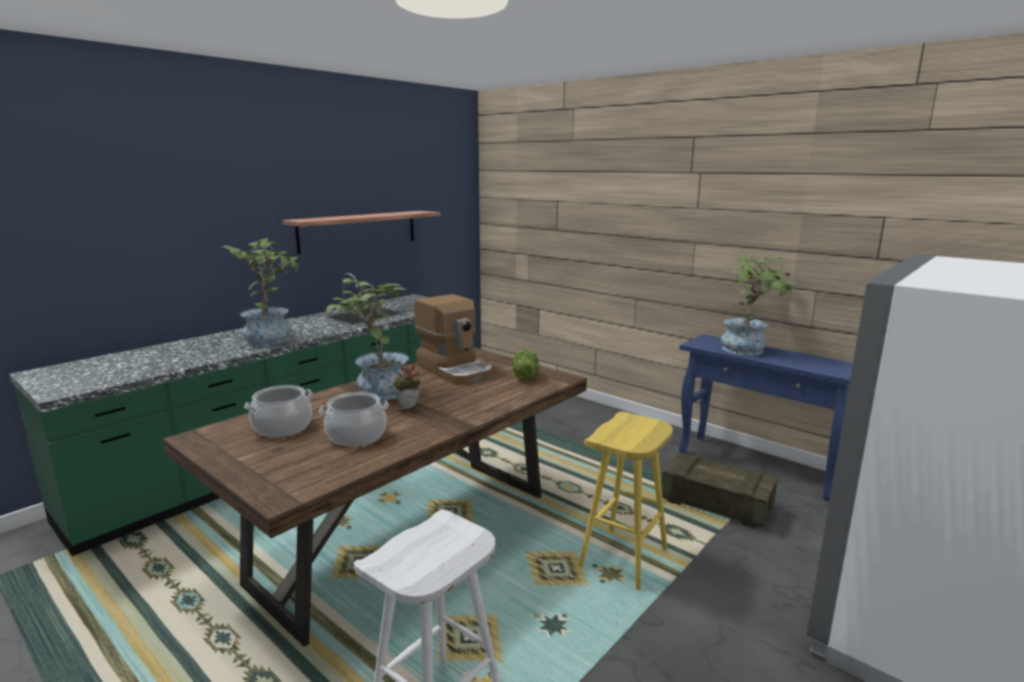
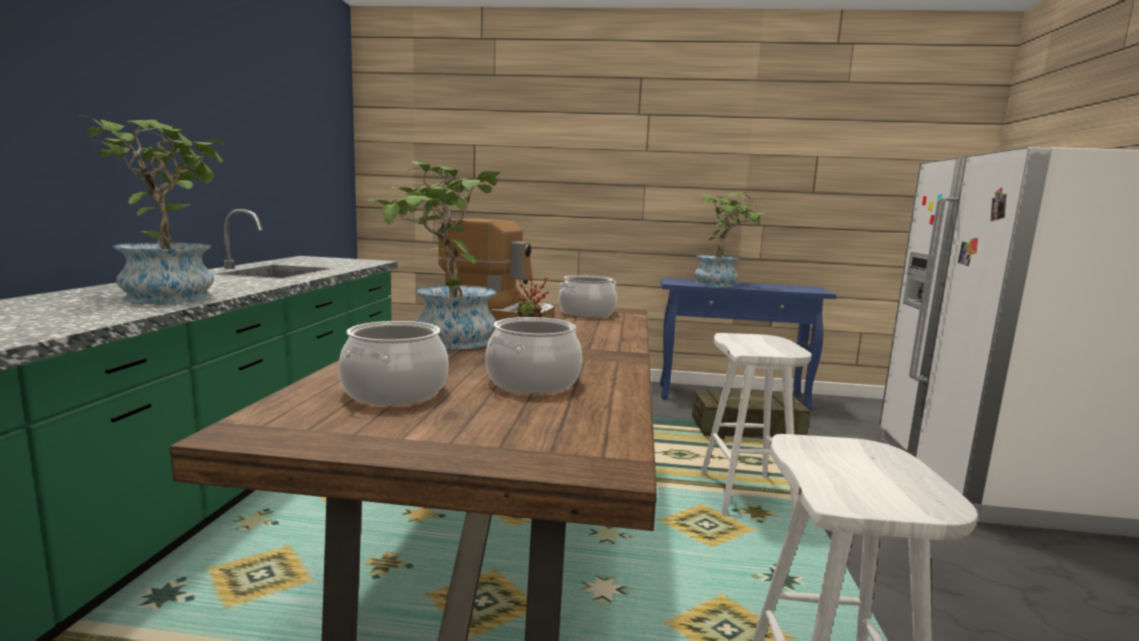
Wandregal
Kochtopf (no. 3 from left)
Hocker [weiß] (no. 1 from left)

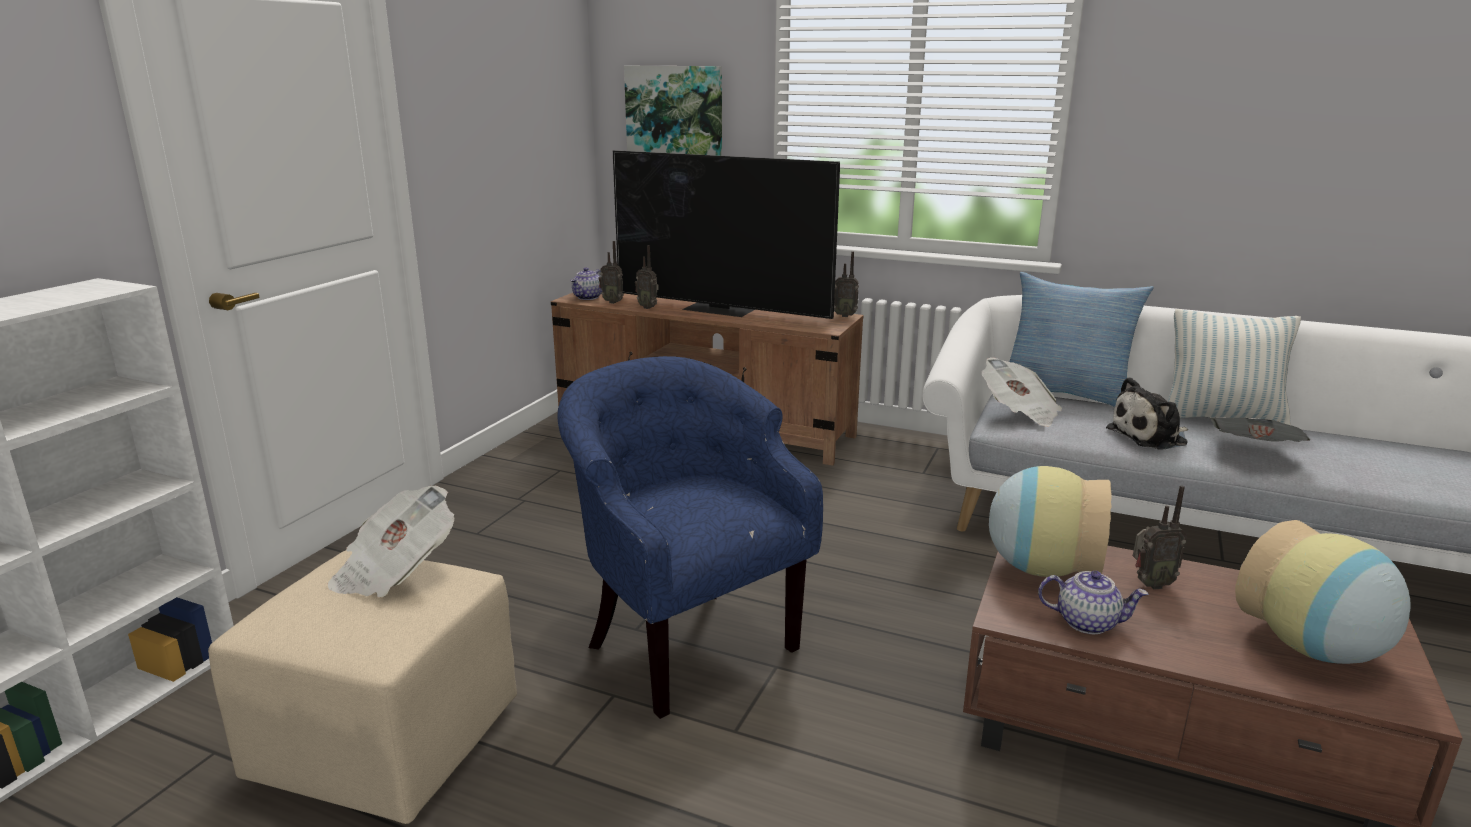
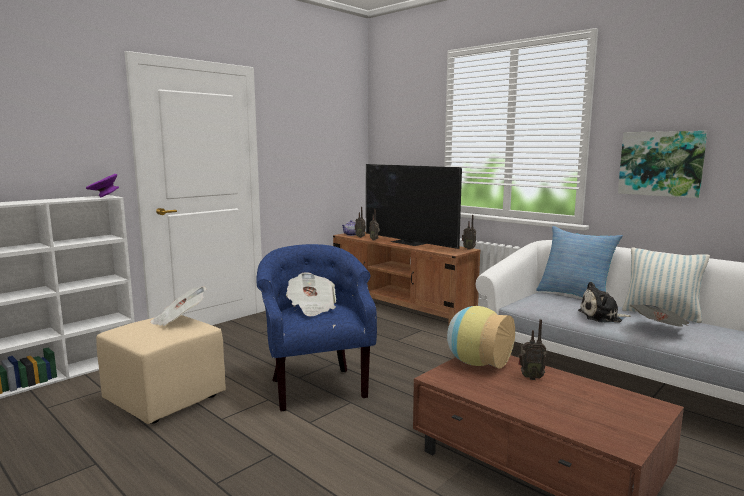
Bild
Zeitung (no. 2 from left)
Teekanne (no. 2 from left in the first image)
Vase (no. 2 from left in the first image)
Schüssel [lila]

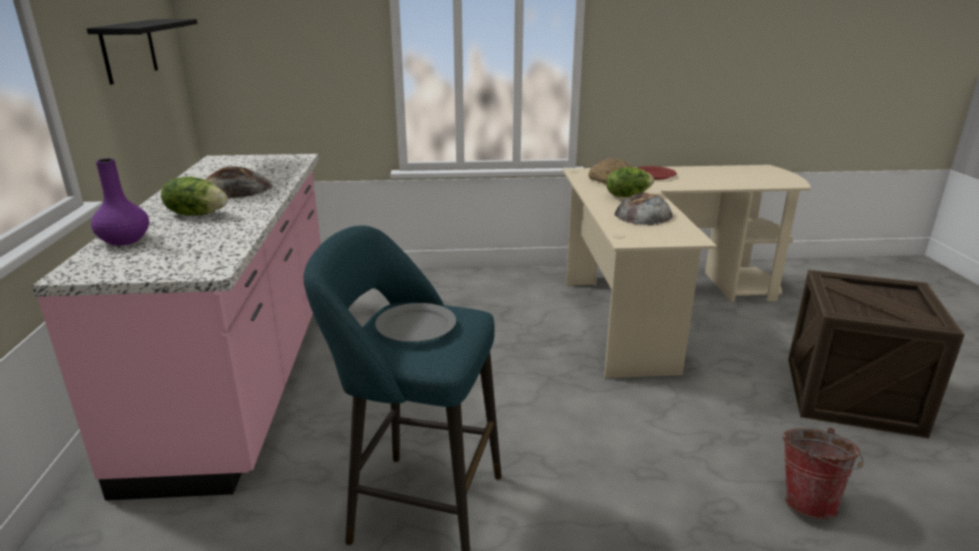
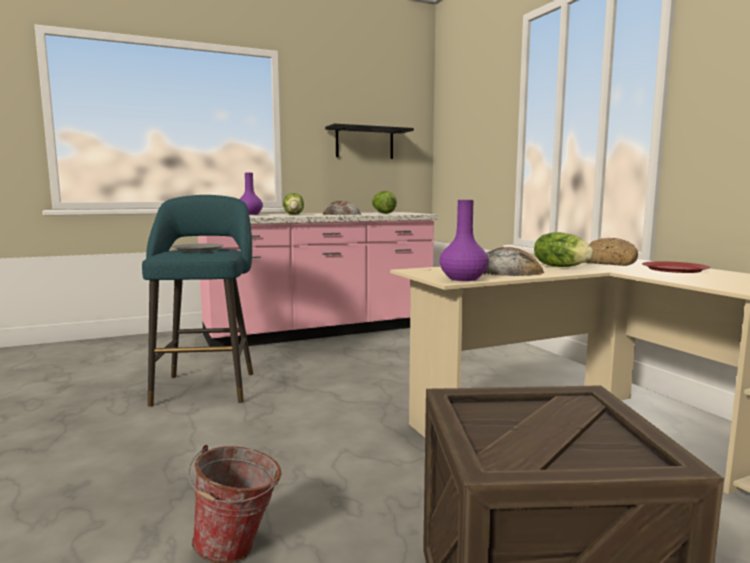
Salatkopf (no. 2 from left)
Vase [lila] (no. 2 from left)

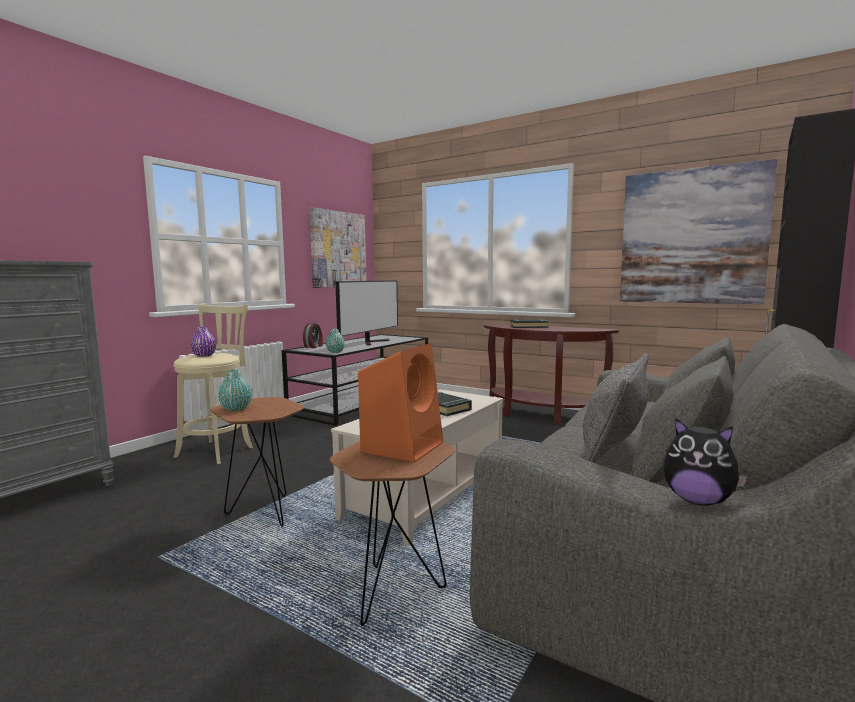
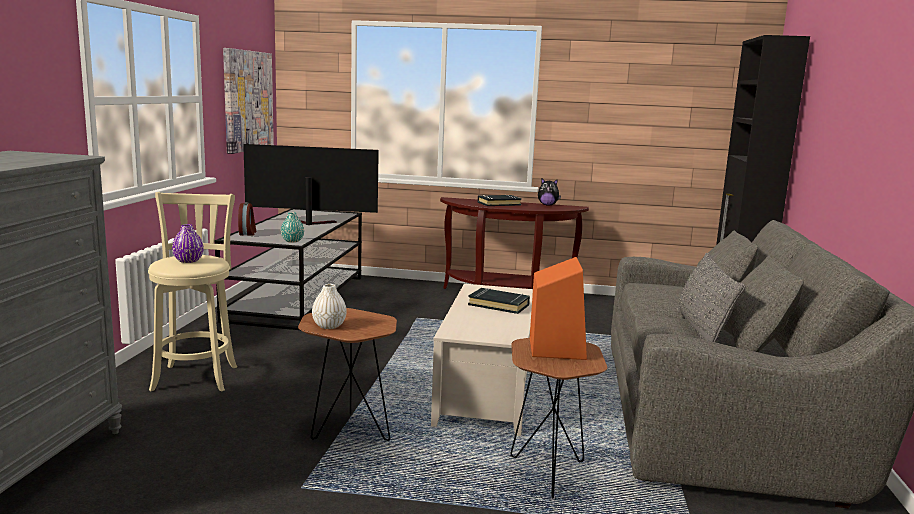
Vase [weiß]
Fernseher
Bild (no. 2 from left in the first image)
Plüschtier

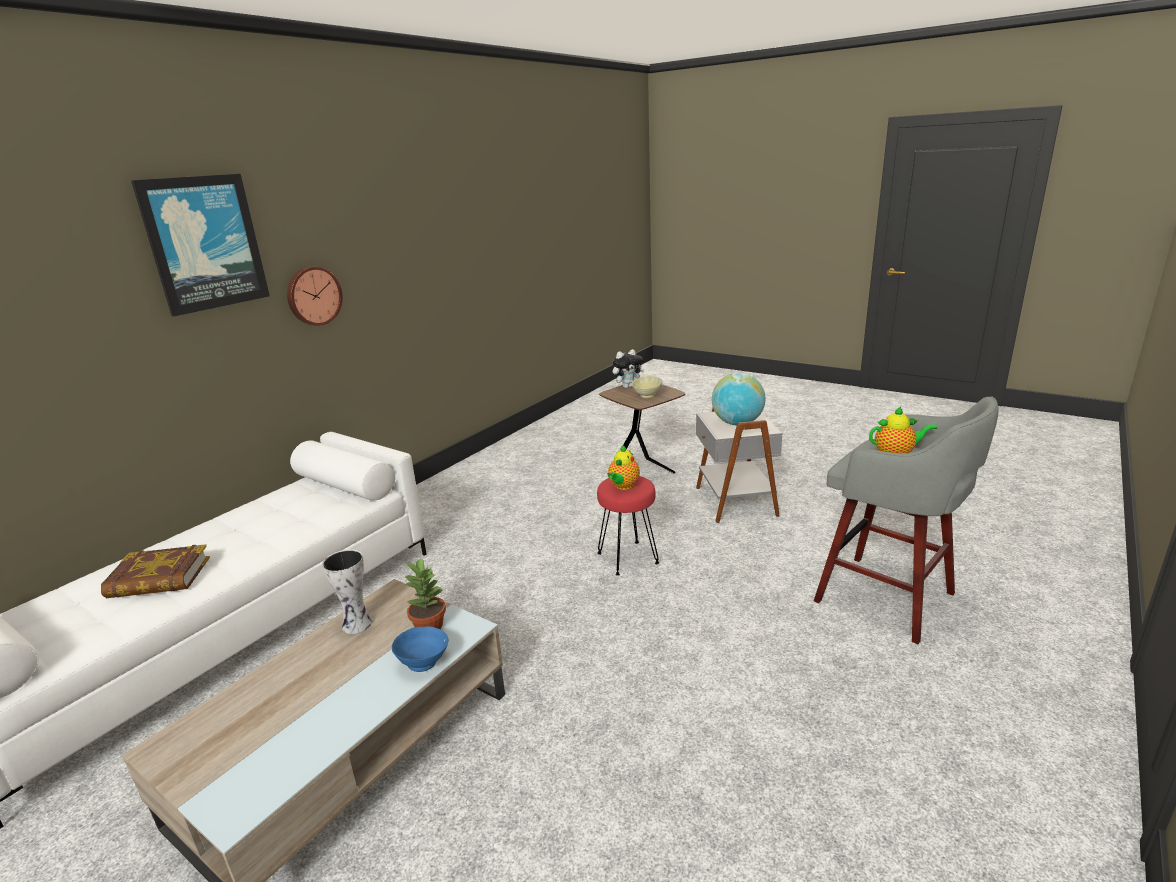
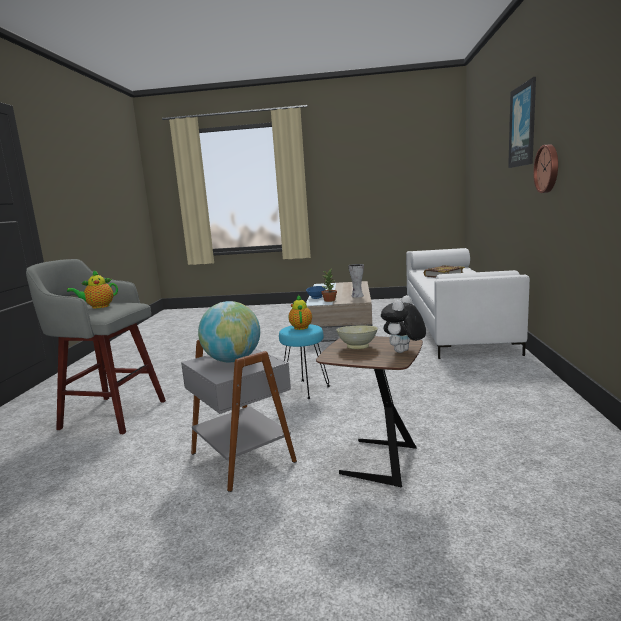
Hocker [türkis]

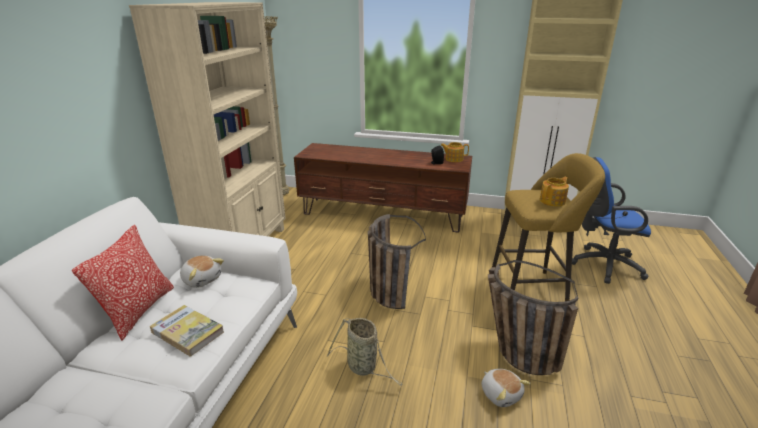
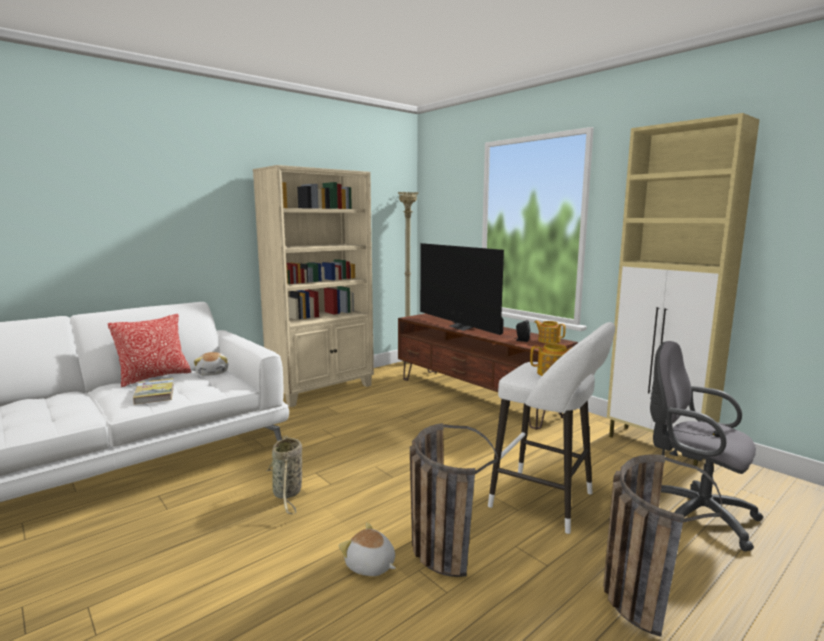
Korb (no. 3 from left)
Plüschtier (no. 2 from left)
Hocker [weiß]
Bürostuhl [grau]
Fernseher

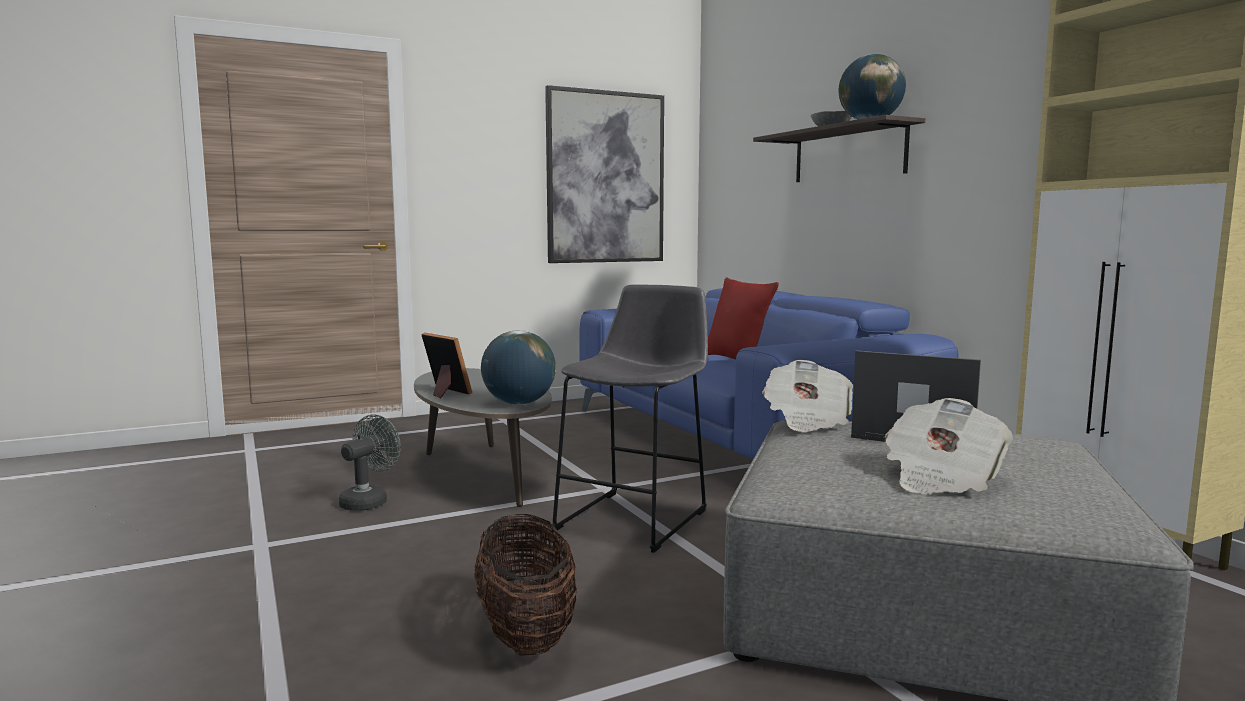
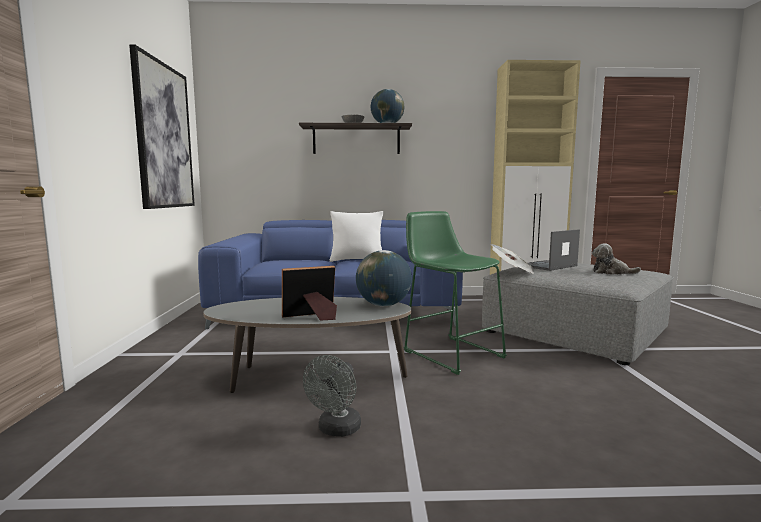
Ventilator [grau]
Korb
Hocker [grün]
Kissen [weiß]
Plüschtier

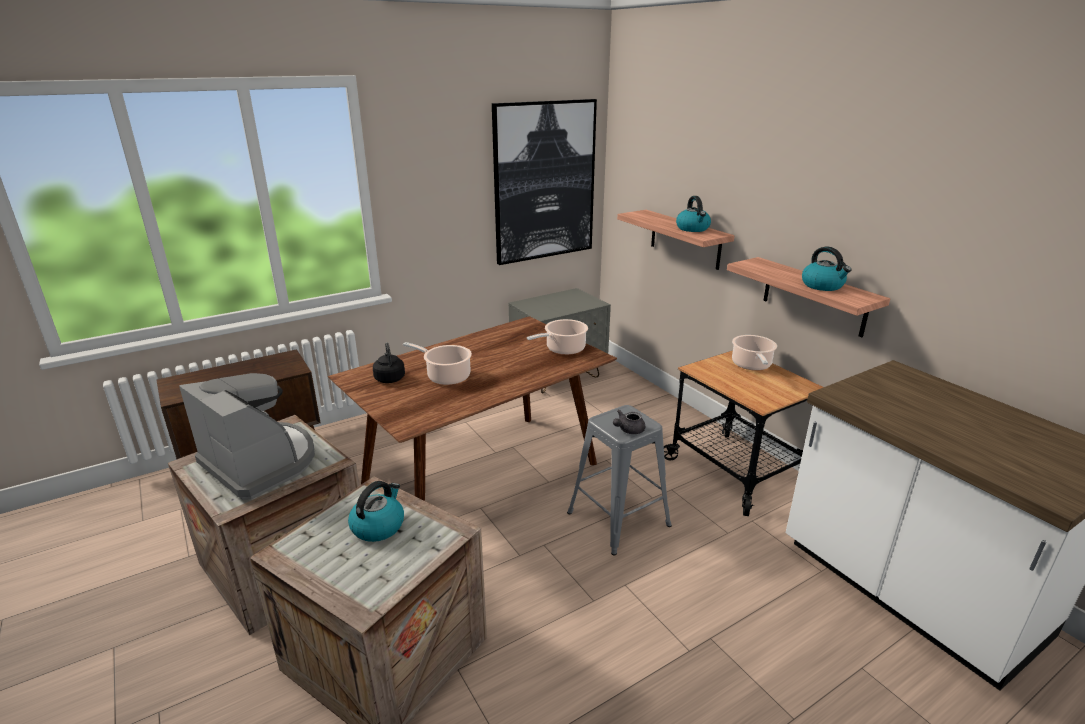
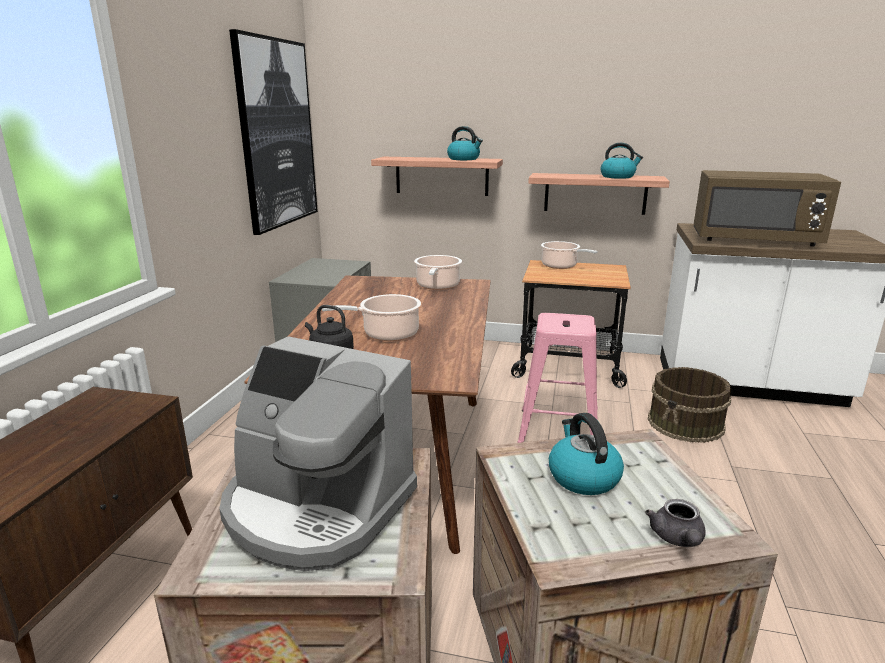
Kaffeemaschine
Hocker [rosa]
Teekanne [grau]
Eimer [braun]
Mikrowelle [braun]

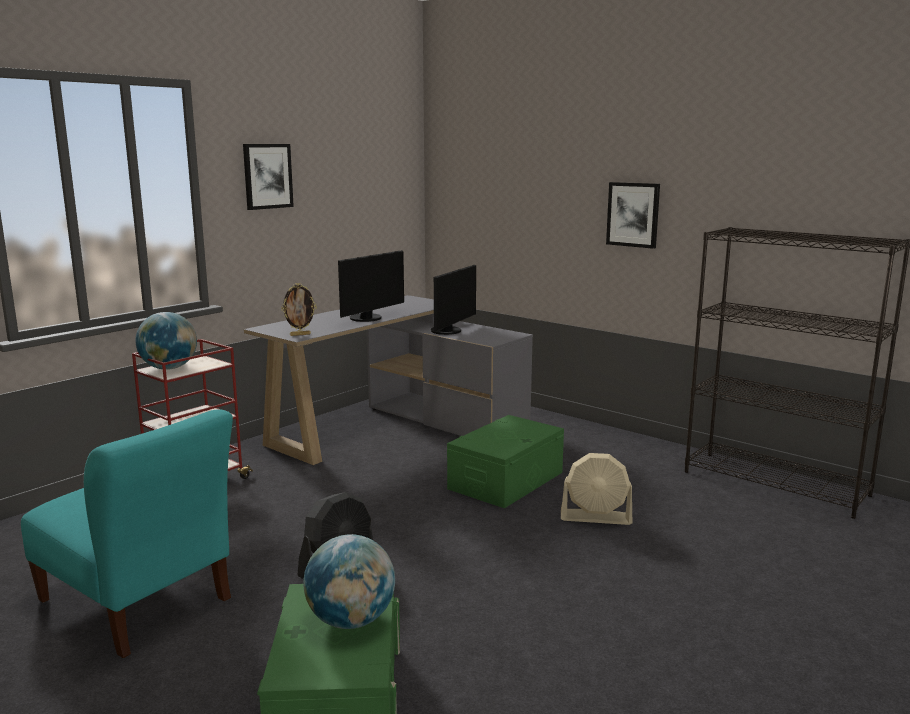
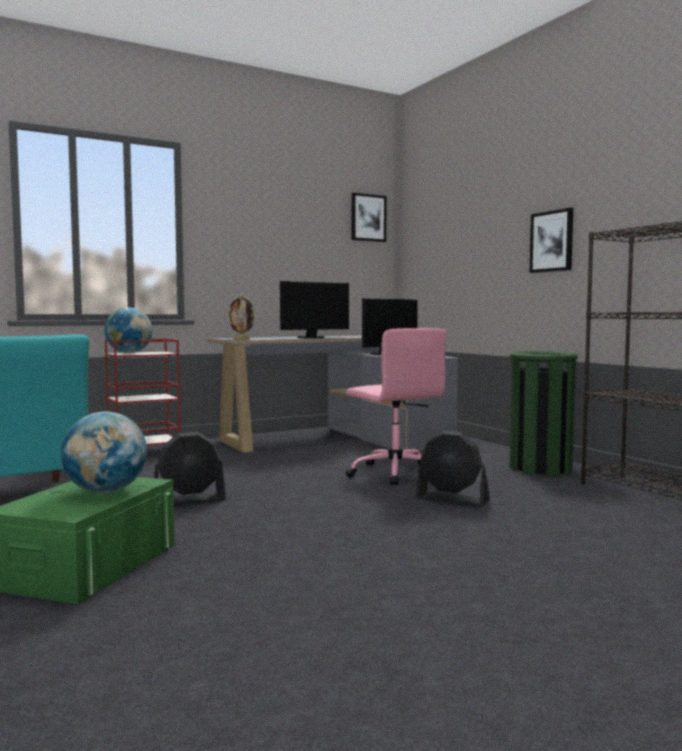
Bild (no. 1 from left)
Bürostuhl [rosa]
Ventilator [schwarz] (no. 2 from left)
Mülleimer [grün]

